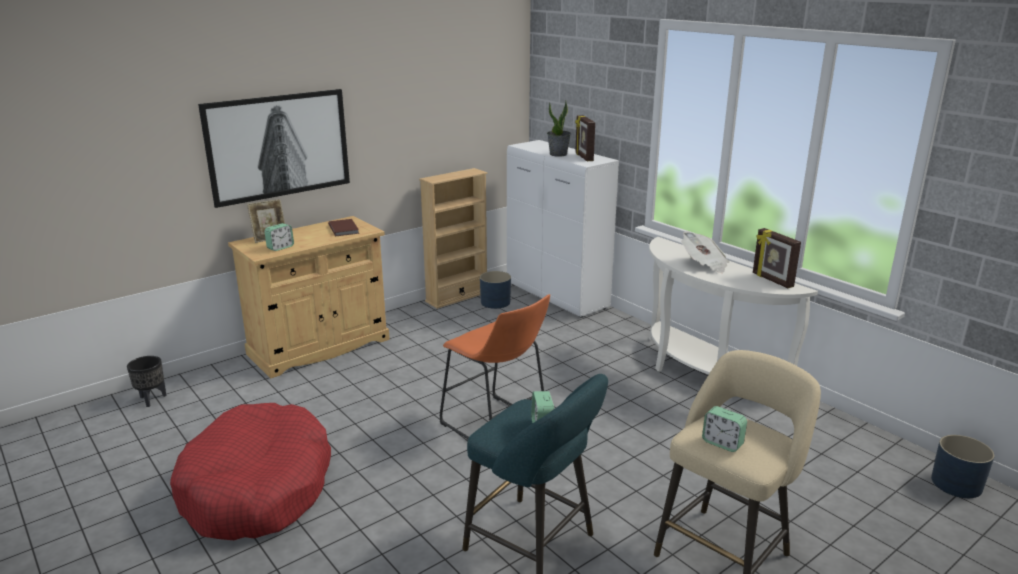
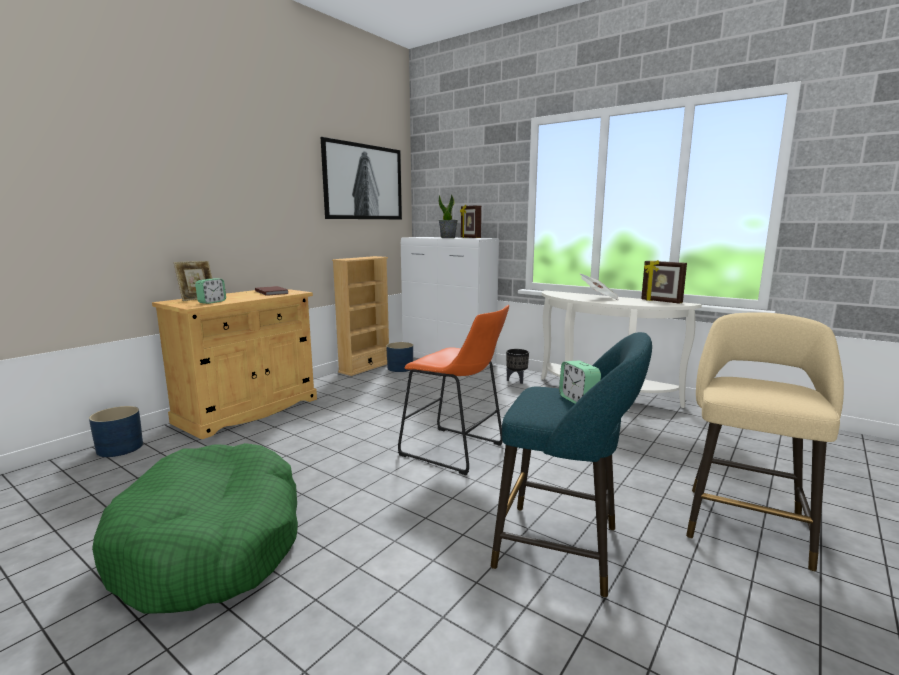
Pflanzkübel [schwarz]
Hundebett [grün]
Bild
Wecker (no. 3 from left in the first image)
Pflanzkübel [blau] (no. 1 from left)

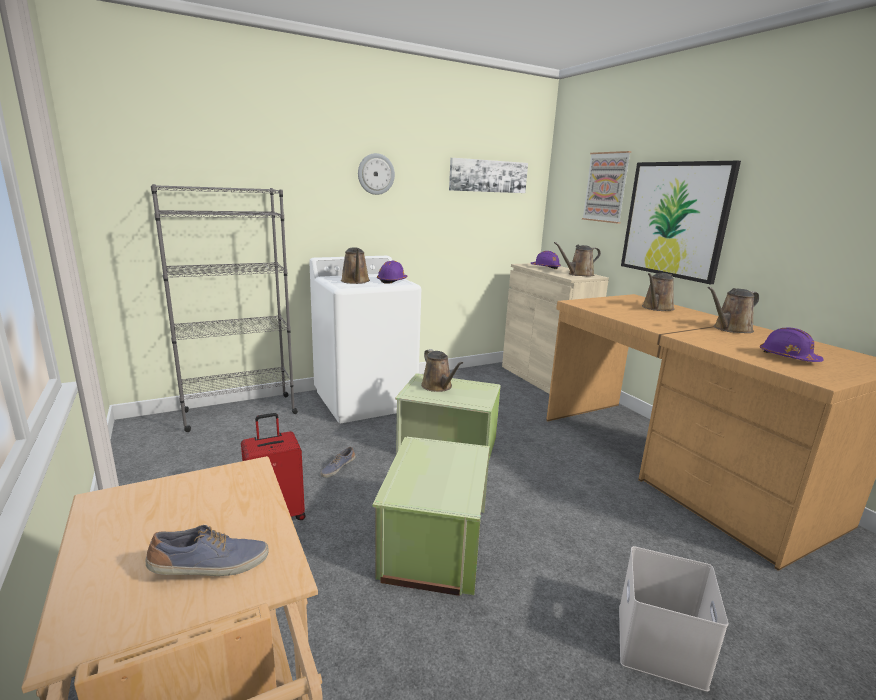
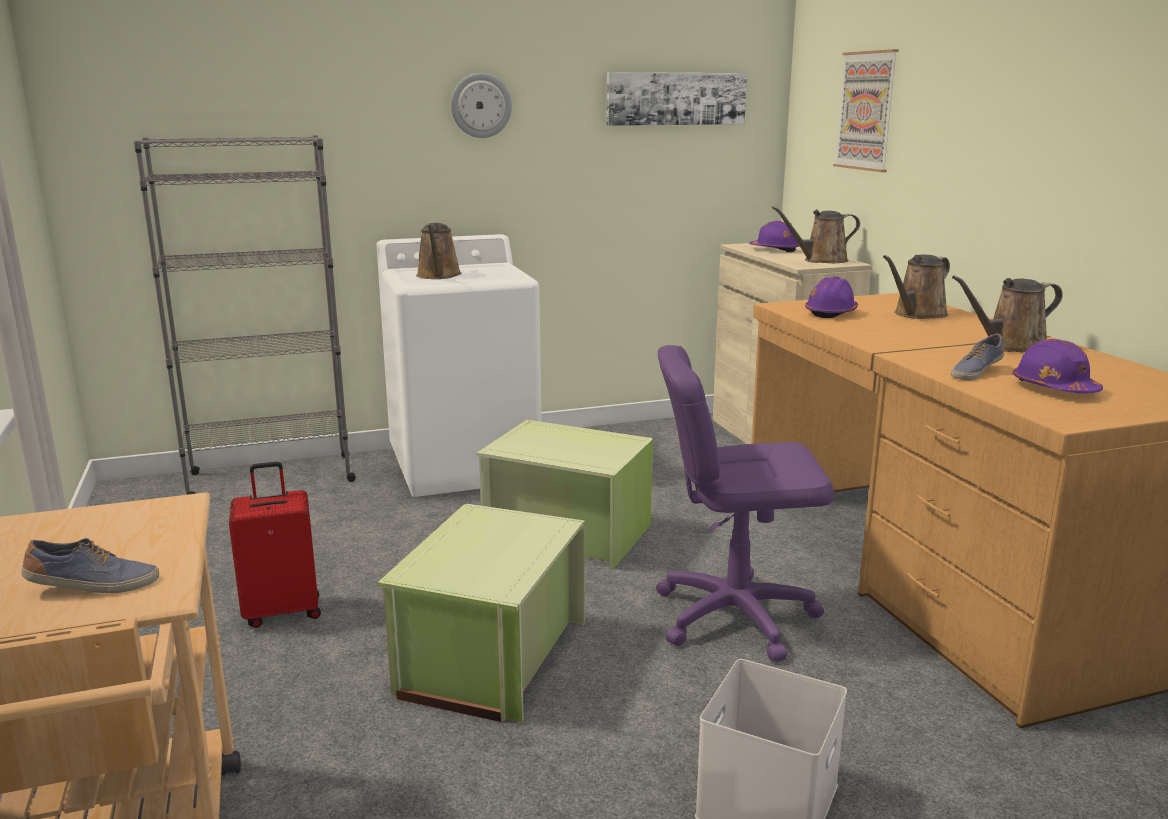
Schuh (no. 2 from left)
Schutzhelm [lila] (no. 2 from left)
Gießkanne [braun] (no. 2 from left in the first image)
Bild (no. 3 from left in the first image)
Bürostuhl [lila]

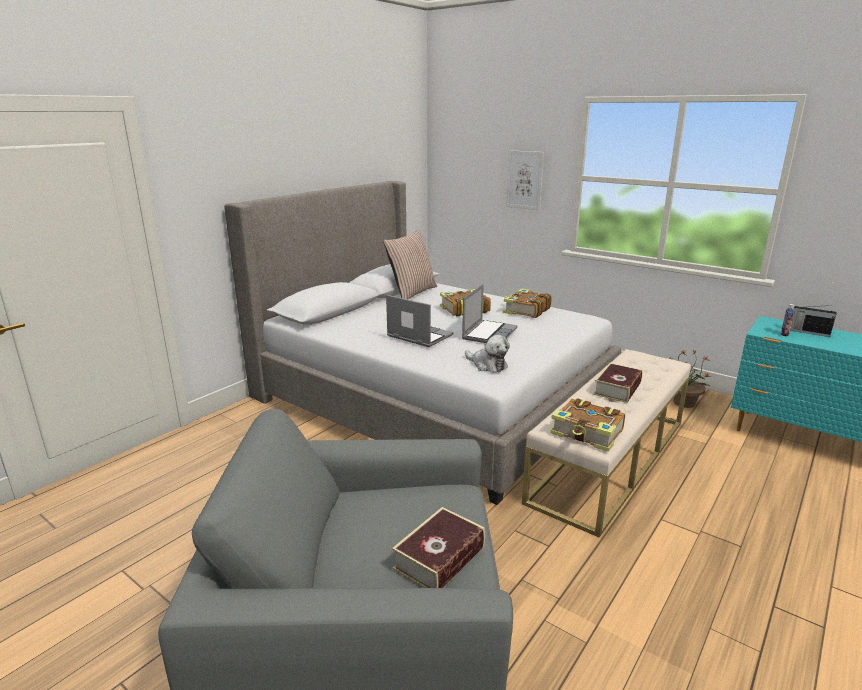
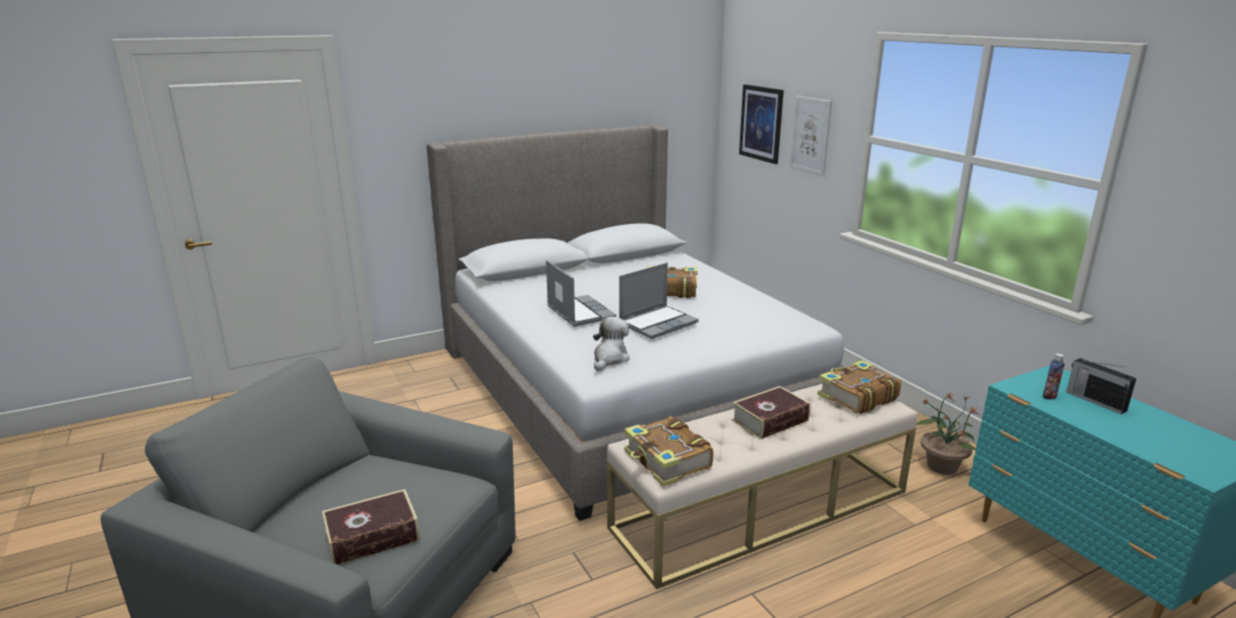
Kissen
Plüschtier
Buch (no. 5 from left)
Bild (no. 1 from left)

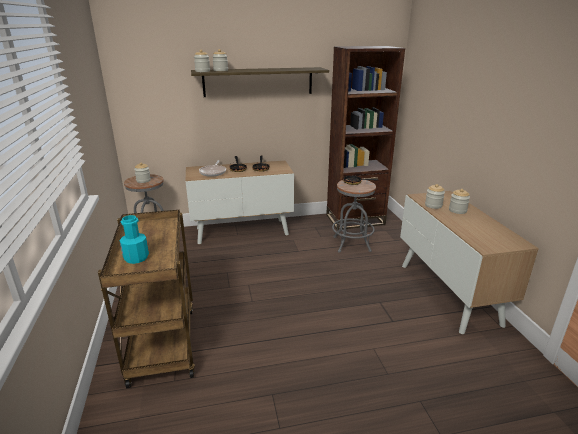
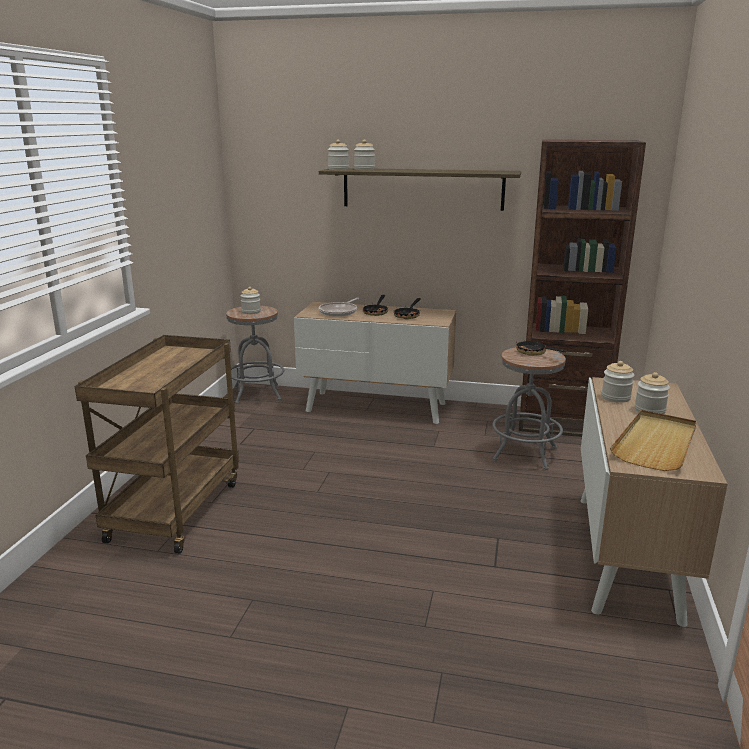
Flasche [türkis]
Tablett [beige]

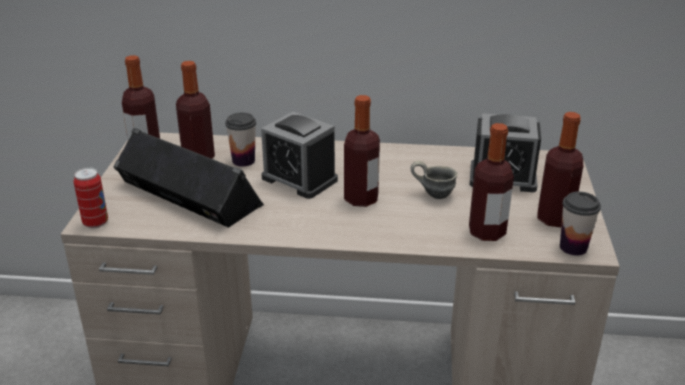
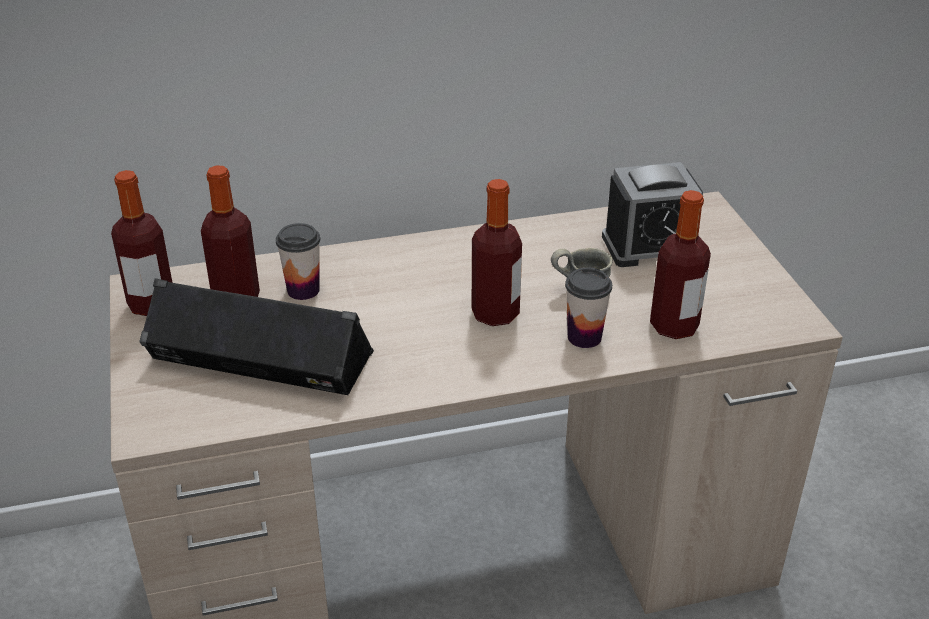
Dose
Wecker (no. 1 from left in the first image)
Flasche (no. 5 from left in the first image)
Tasse (no. 2 from left)

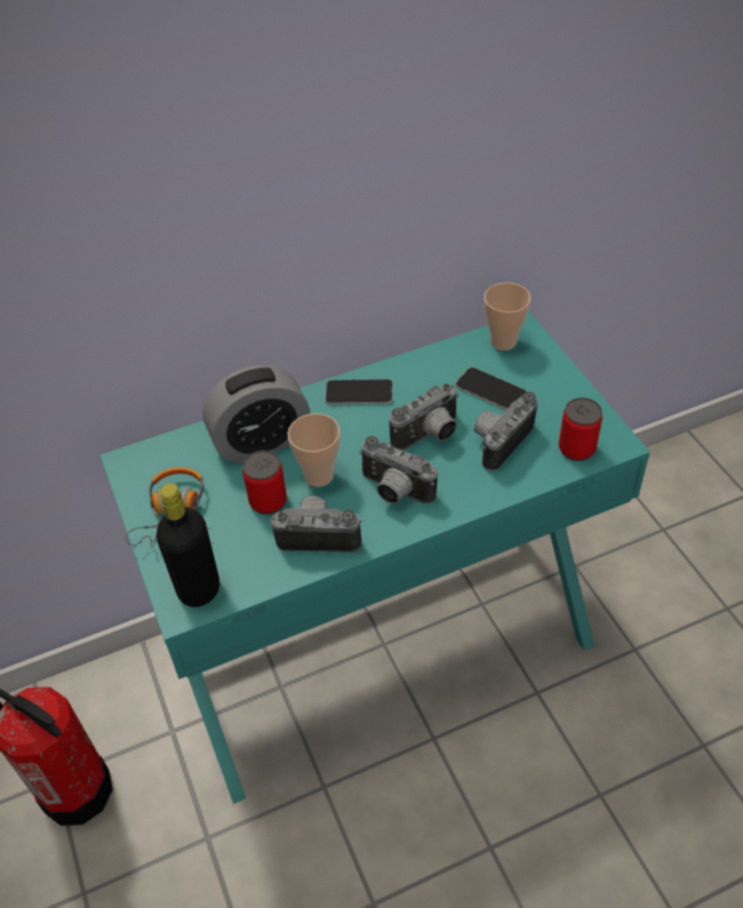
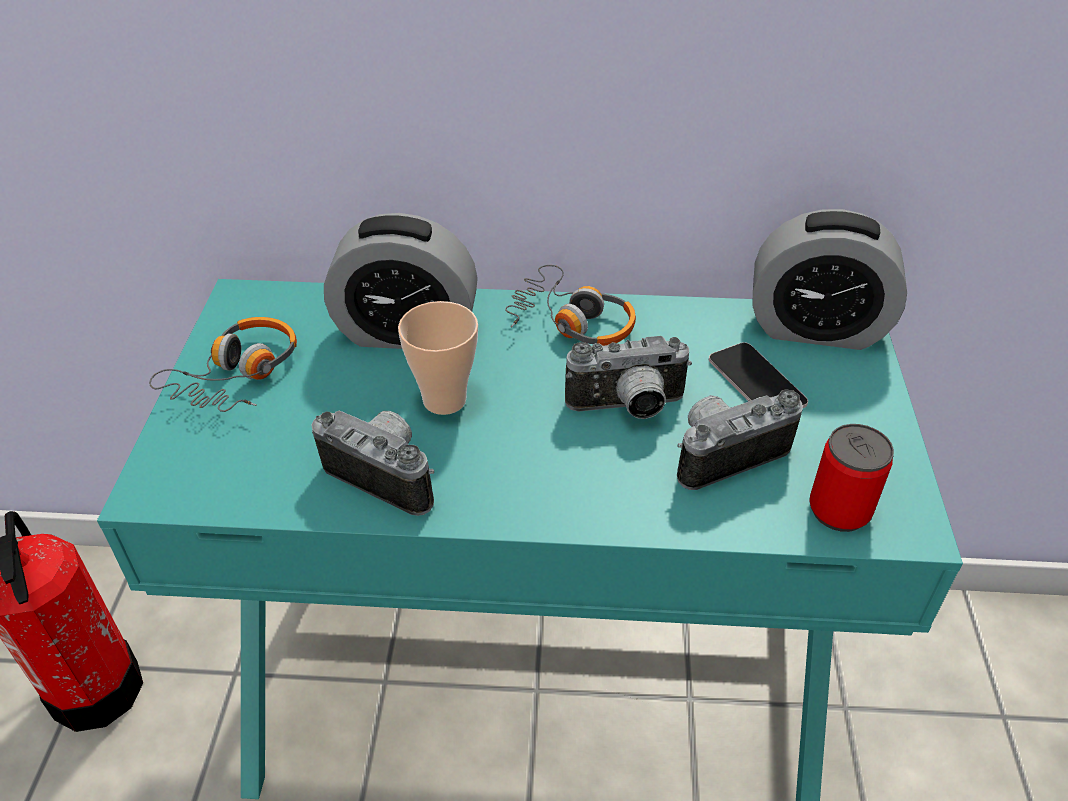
Flasche [schwarz]
Dose (no. 1 from left in the first image)
Kopfhörer (no. 2 from left)
Kamera (no. 2 from left in the first image)
Wecker (no. 2 from left)

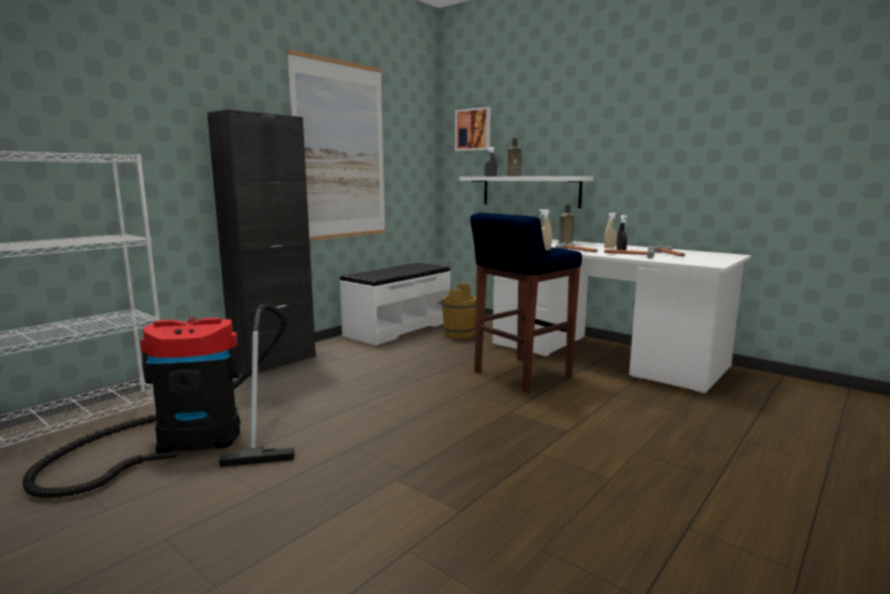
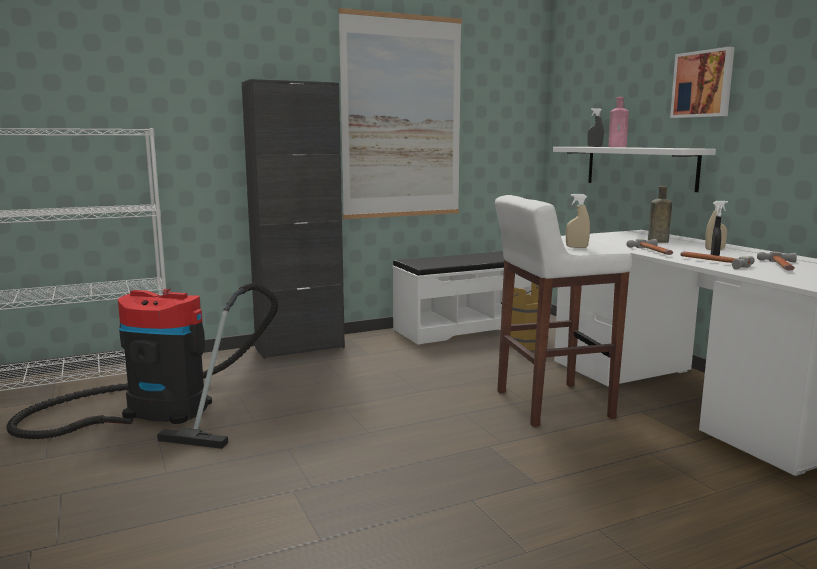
Bild (no. 2 from left)
Hocker [weiß]
Flasche [rosa]

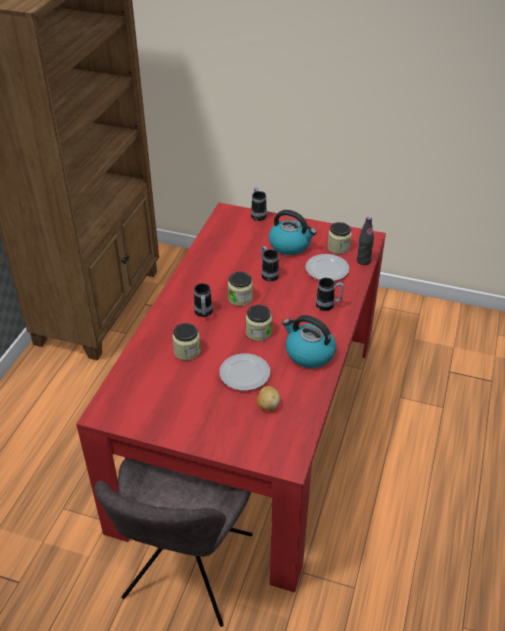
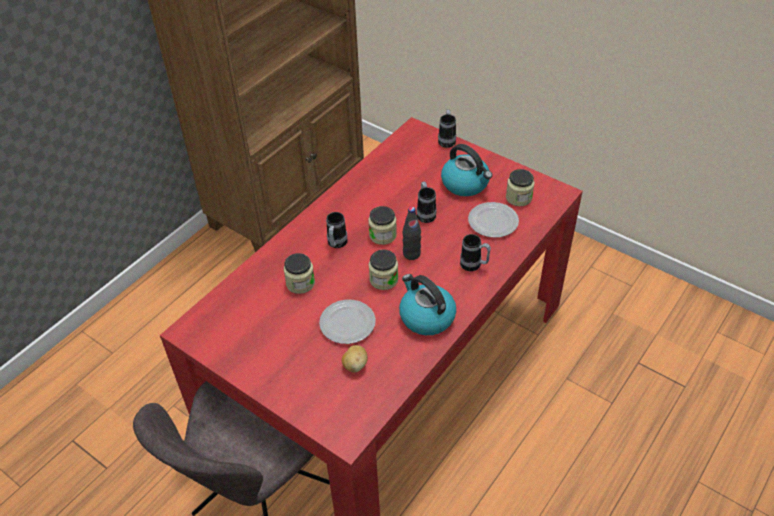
Flasche [schwarz]

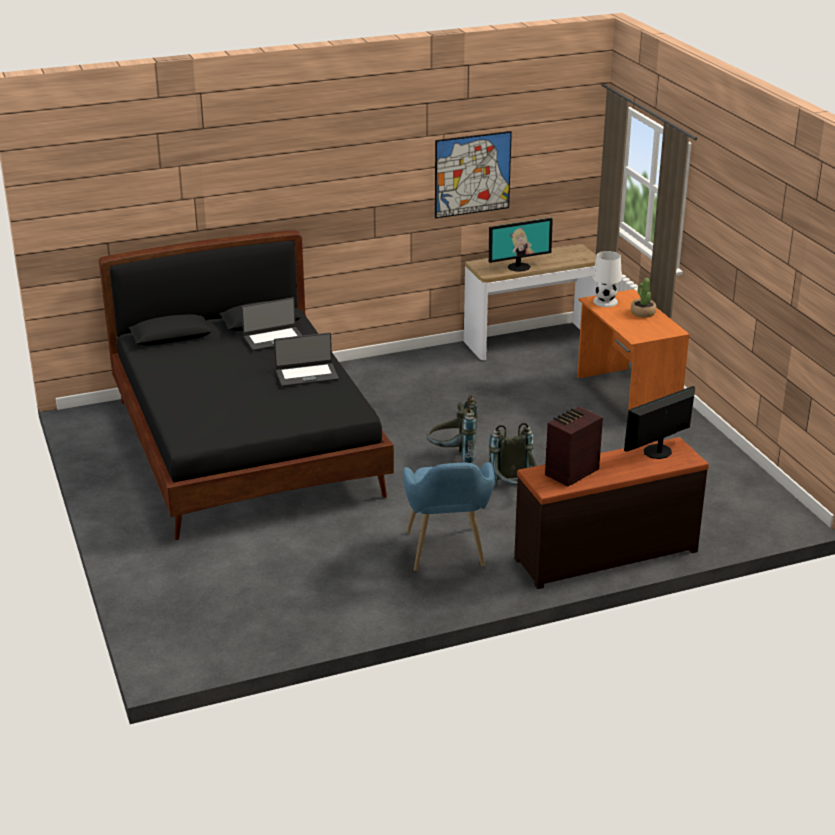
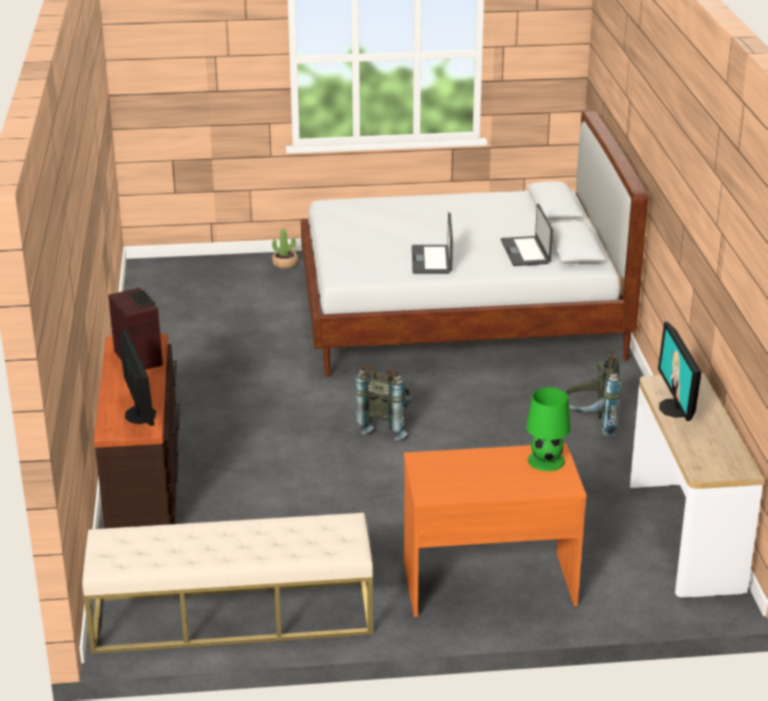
Bett [weiß]
Sessel [blau]
Bild
Rucksack [grau] (no. 2 from left)
Tischlampe [grün]
Topfpflanze
Bank [beige]

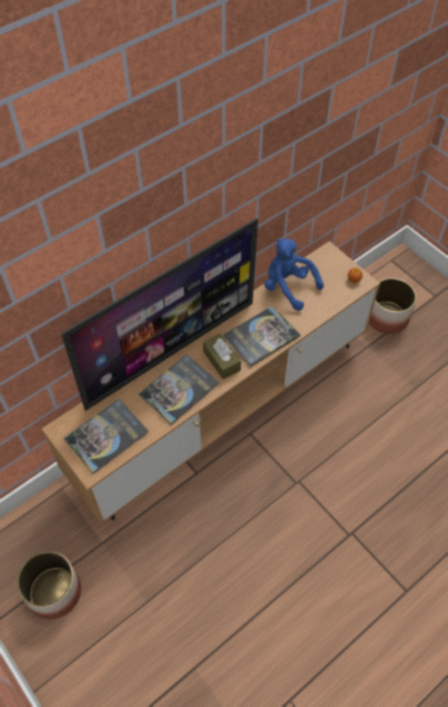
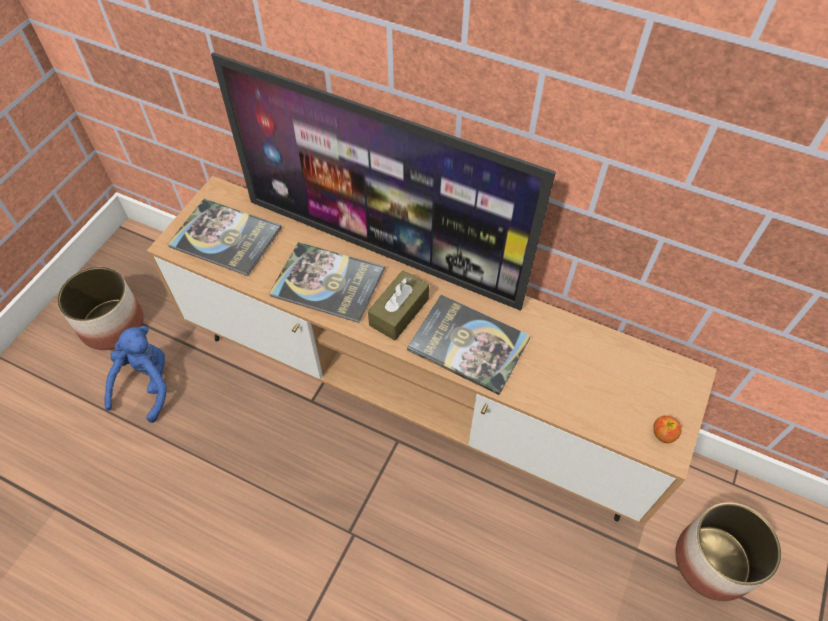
Plüschtier [blau]

